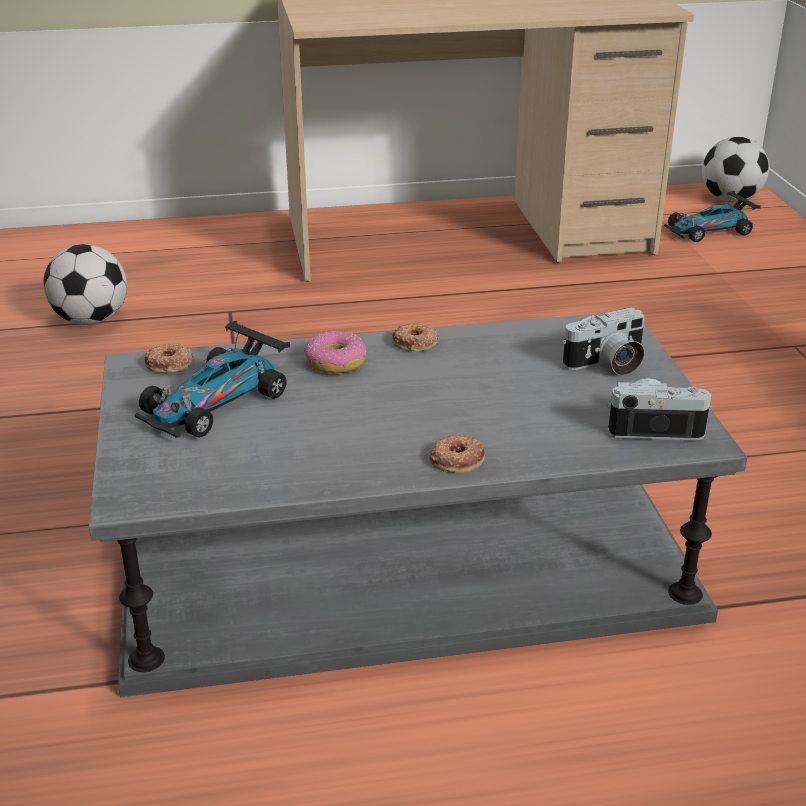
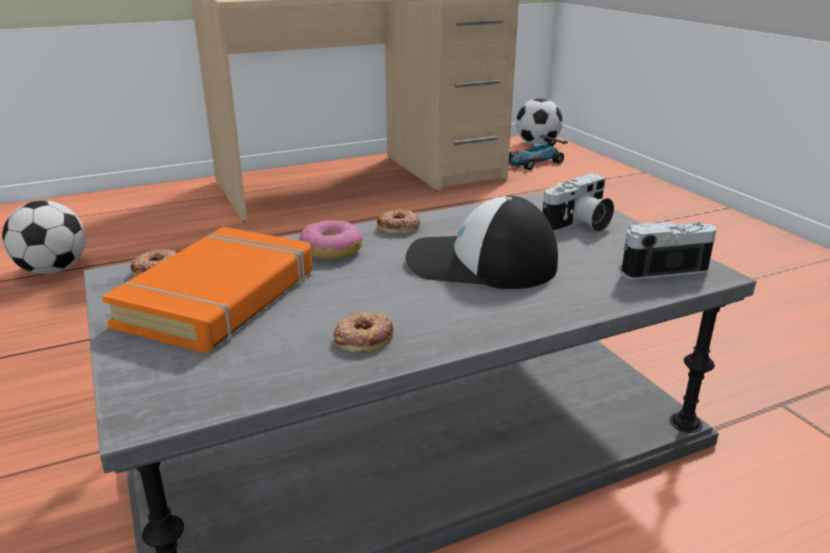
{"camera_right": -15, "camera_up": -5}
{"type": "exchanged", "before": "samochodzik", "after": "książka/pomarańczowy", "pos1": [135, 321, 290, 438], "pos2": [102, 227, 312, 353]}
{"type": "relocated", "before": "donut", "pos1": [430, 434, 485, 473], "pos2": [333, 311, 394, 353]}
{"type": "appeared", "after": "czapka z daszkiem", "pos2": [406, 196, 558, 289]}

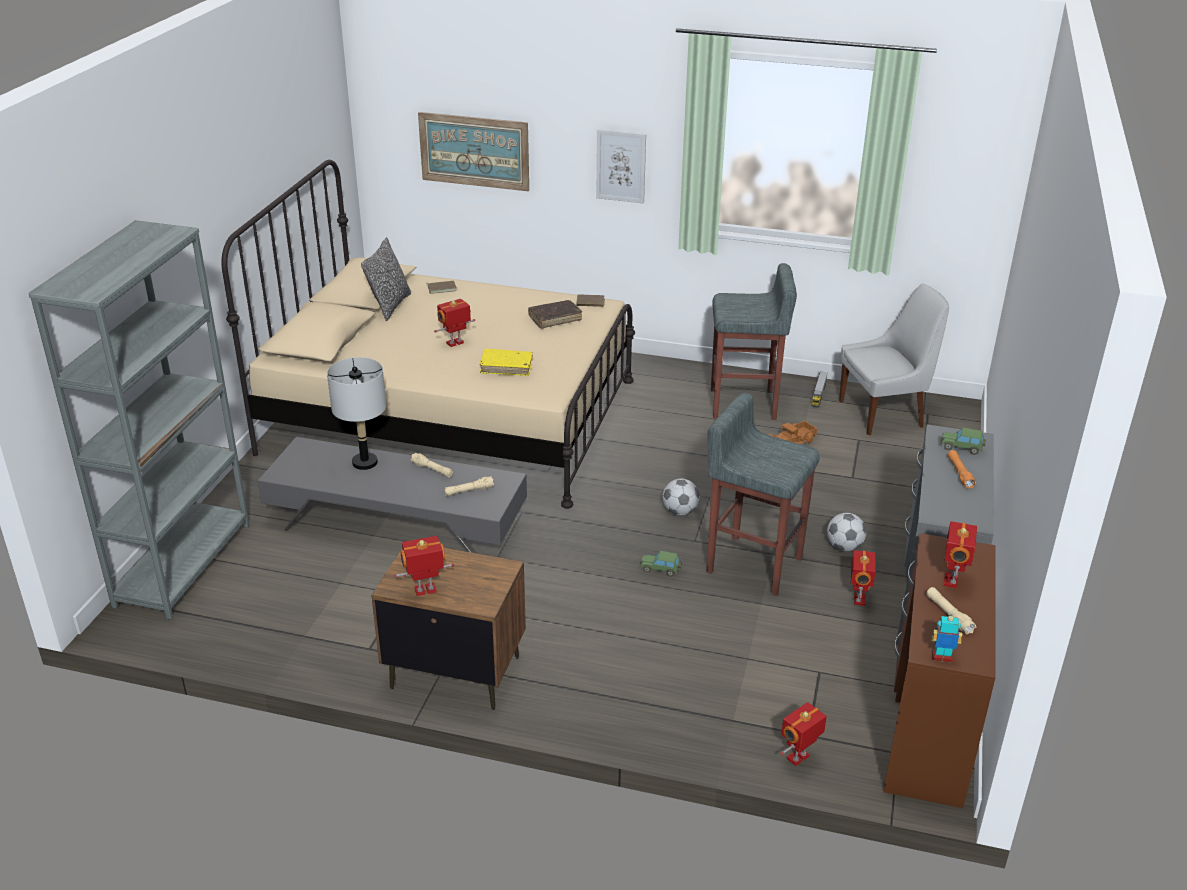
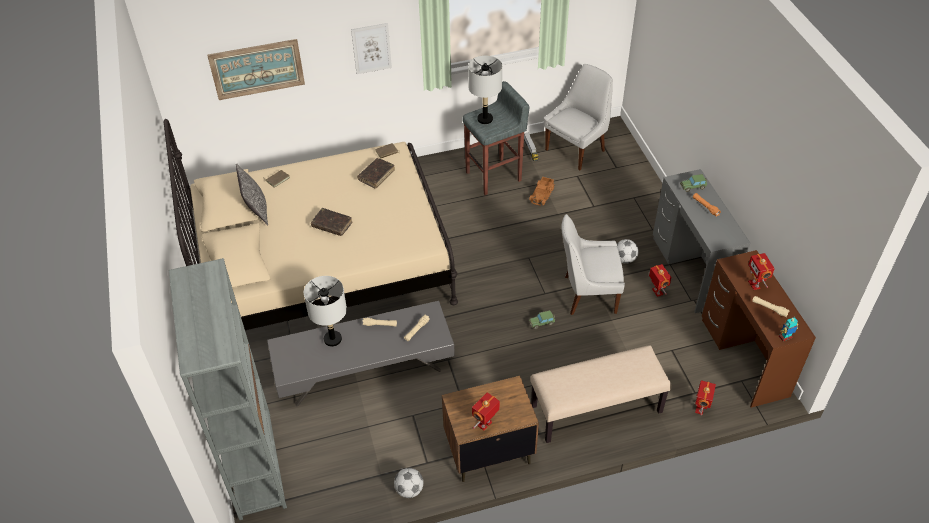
{"camera_right": -30, "camera_up": 15}
{"type": "exchanged", "before": "robot zabawkowy", "after": "książka/brązowy", "pos1": [434, 299, 475, 347], "pos2": [311, 208, 352, 236]}
{"type": "relocated", "before": "piłka futbolowa", "pos1": [662, 479, 700, 516], "pos2": [394, 468, 423, 498]}
{"type": "appeared", "after": "lampa stołowa/szary", "pos2": [468, 56, 502, 124]}
{"type": "appeared", "after": "ławka/beżowy", "pos2": [531, 345, 672, 443]}
{"type": "exchanged", "before": "stołek/szary", "after": "krzesło/biały", "pos1": [706, 393, 820, 596], "pos2": [561, 214, 625, 315]}
{"type": "missing", "before": "książka/żółty", "pos1": [480, 349, 533, 376]}

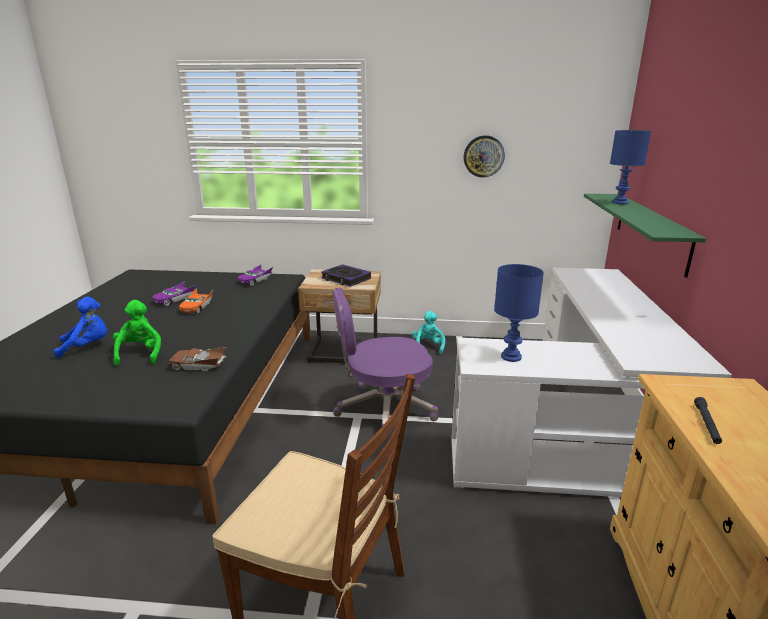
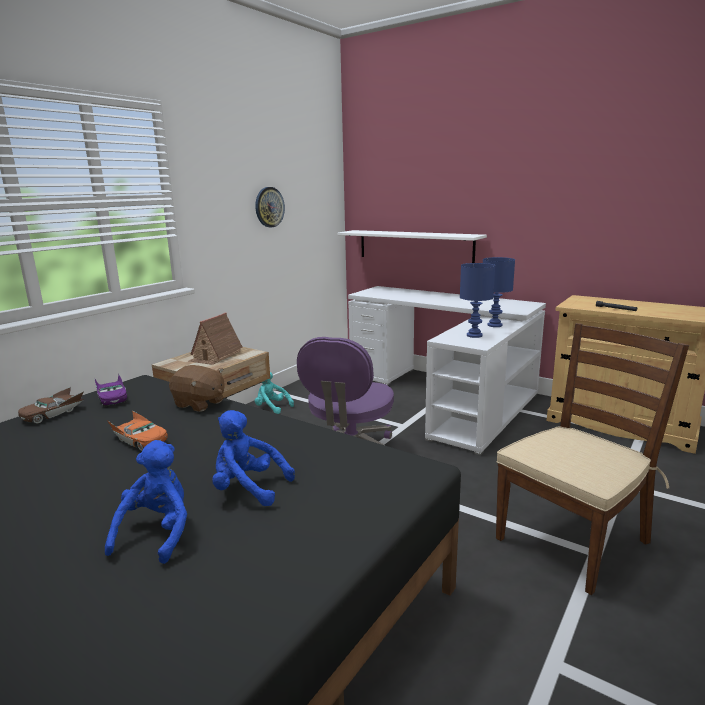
{"camera_right": -60, "camera_up": -5}
{"type": "relocated", "before": "samochodzik/brązowy", "pos1": [169, 347, 227, 372], "pos2": [18, 387, 84, 424]}
{"type": "appeared", "after": "pluszak/brązowy", "pos2": [169, 365, 225, 412]}
{"type": "exchanged", "before": "książka", "after": "domek", "pos1": [321, 264, 371, 287], "pos2": [189, 313, 243, 365]}
{"type": "colour", "before": "pluszak/zielony", "after": "pluszak/niebieski", "pos1": [113, 300, 161, 366], "pos2": [212, 410, 295, 506]}
{"type": "colour", "before": "półka/zielony", "after": "półka/biały", "pos1": [584, 194, 706, 278], "pos2": [337, 230, 487, 263]}
{"type": "relocated", "before": "lampa stołowa/niebieski", "pos1": [610, 130, 651, 204], "pos2": [483, 257, 515, 327]}
{"type": "missing", "before": "samochodzik/fioletowy", "pos1": [152, 281, 196, 306]}

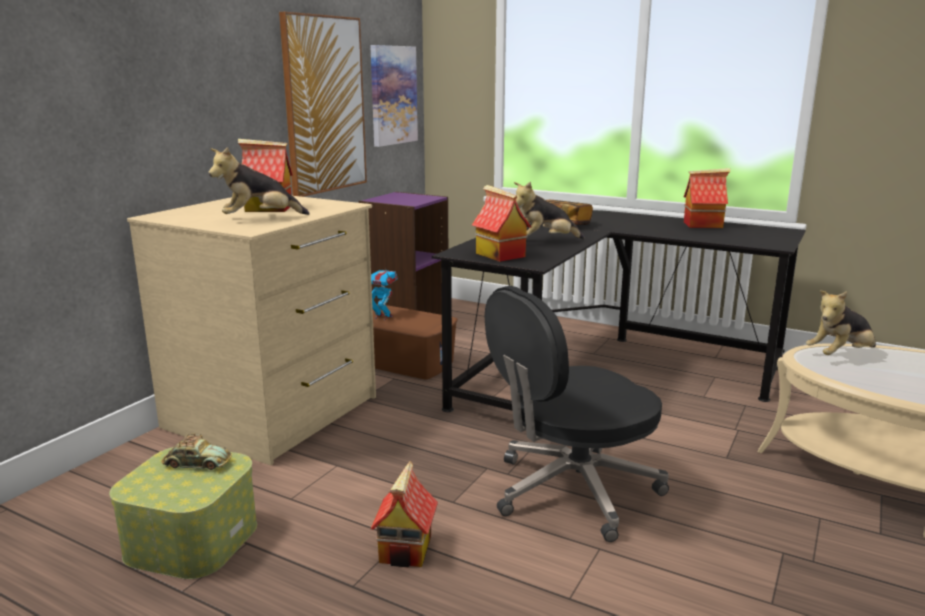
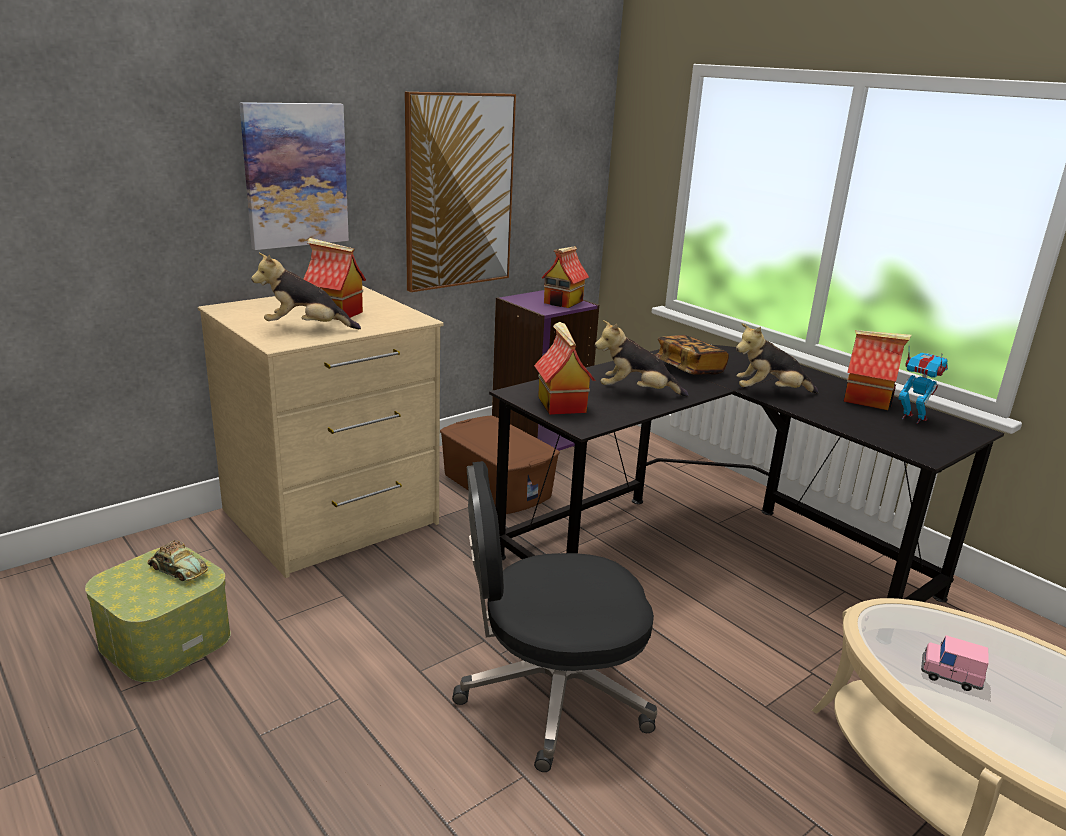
{"camera_right": 20, "camera_up": 5}
{"type": "relocated", "before": "obraz", "pos1": [370, 45, 418, 147], "pos2": [239, 102, 349, 250]}
{"type": "relocated", "before": "domek", "pos1": [371, 461, 438, 568], "pos2": [541, 246, 589, 308]}
{"type": "relocated", "before": "pluszak", "pos1": [806, 290, 876, 355], "pos2": [736, 323, 819, 394]}
{"type": "relocated", "before": "robot zabawkowy", "pos1": [371, 268, 398, 320], "pos2": [898, 345, 948, 424]}
{"type": "appeared", "after": "samochodzik/różowy", "pos2": [921, 635, 989, 691]}

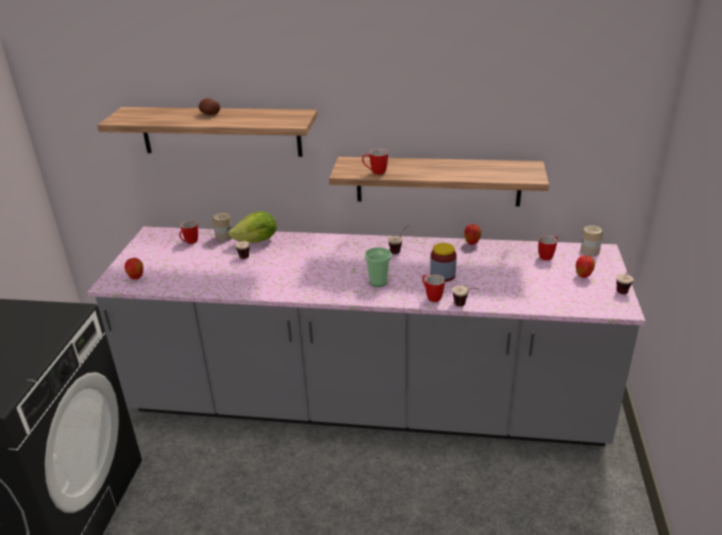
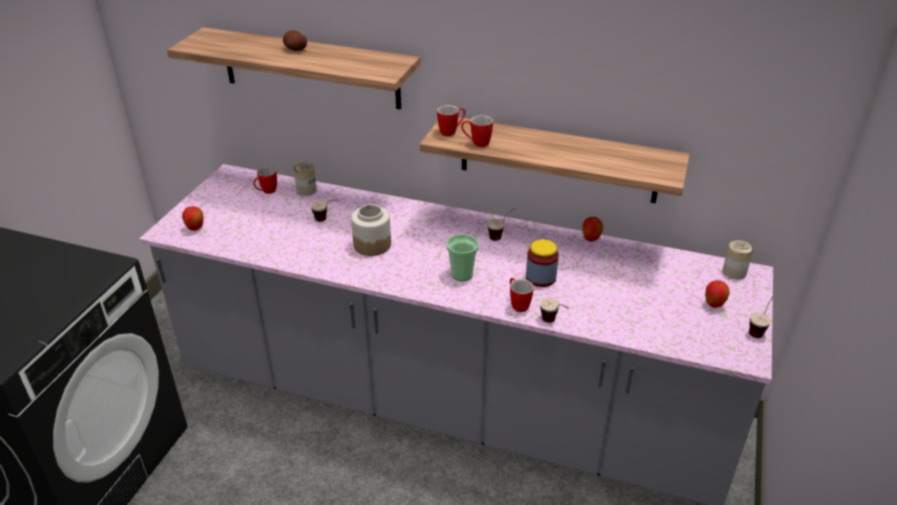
{"camera_right": 10, "camera_up": 5}
{"type": "appeared", "after": "słoik", "pos2": [351, 204, 391, 256]}
{"type": "relocated", "before": "kubek", "pos1": [539, 235, 558, 261], "pos2": [437, 105, 465, 136]}
{"type": "missing", "before": "sałata", "pos1": [228, 211, 277, 243]}

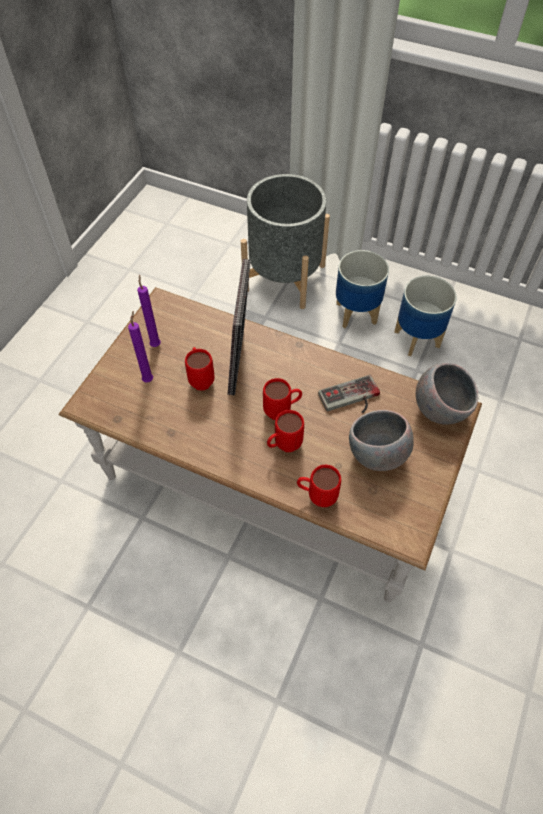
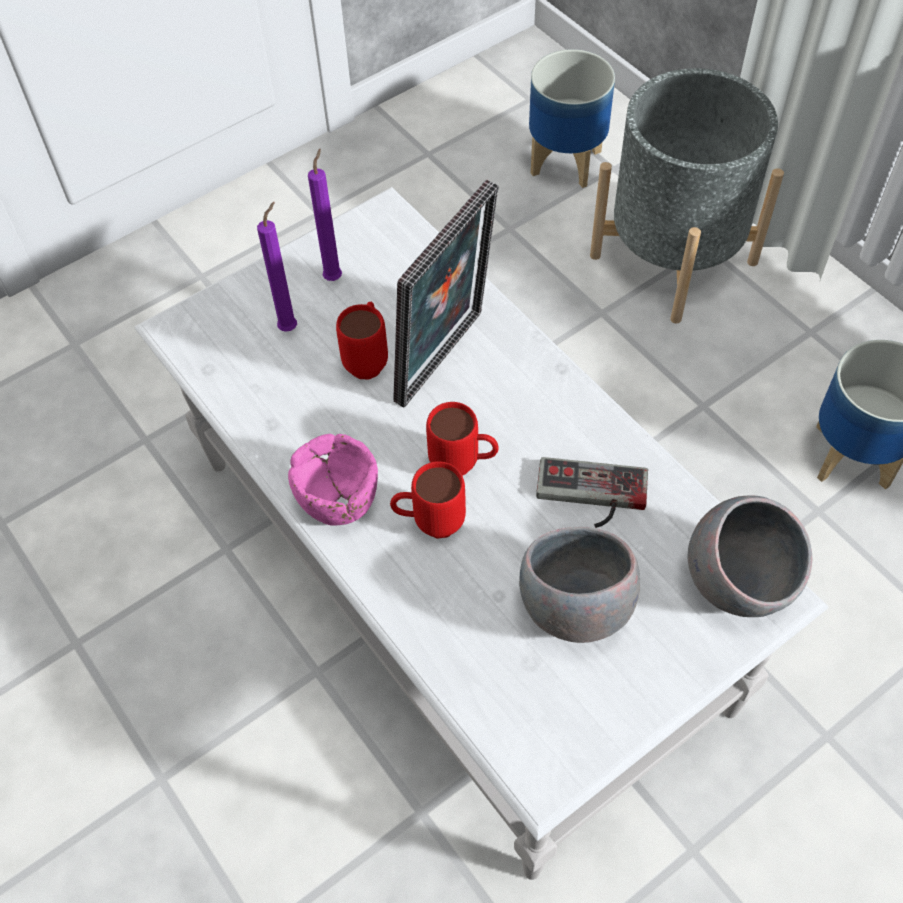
{"camera_right": 30, "camera_up": 0}
{"type": "colour", "before": "ława/brązowy", "after": "ława/biały", "pos1": [59, 287, 482, 603], "pos2": [134, 187, 829, 880]}
{"type": "appeared", "after": "miska/różowy", "pos2": [288, 434, 378, 526]}
{"type": "relocated", "before": "donica", "pos1": [336, 250, 389, 328], "pos2": [529, 49, 615, 188]}
{"type": "missing", "before": "kubek/czerwony", "pos1": [297, 465, 341, 507]}

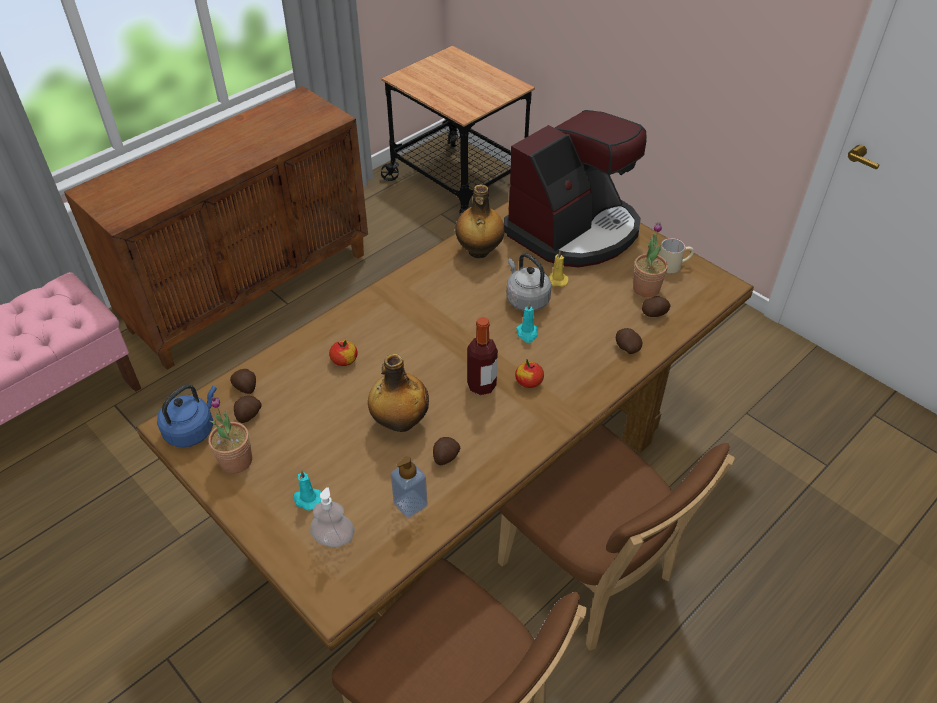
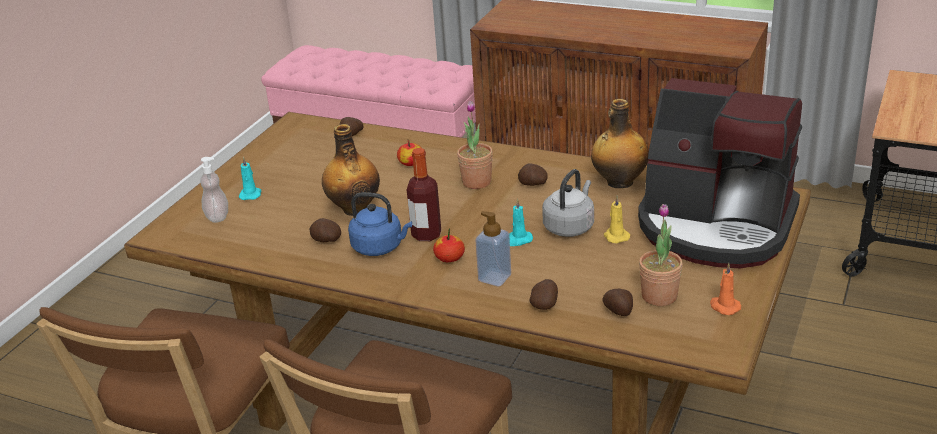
{"camera_right": 70, "camera_up": -15}
{"type": "relocated", "before": "czajnik/niebieski", "pos1": [157, 384, 217, 447], "pos2": [348, 192, 412, 256]}
{"type": "relocated", "before": "roślina doniczkowa", "pos1": [208, 397, 252, 474], "pos2": [457, 101, 493, 189]}
{"type": "relocated", "before": "dozownik mydła", "pos1": [391, 456, 428, 518], "pos2": [475, 211, 511, 286]}
{"type": "relocated", "before": "ziemniak", "pos1": [234, 396, 262, 423], "pos2": [518, 163, 548, 186]}
{"type": "exchanged", "before": "kubek/beżowy", "after": "świeca/pomarańczowy", "pos1": [659, 238, 694, 273], "pos2": [710, 263, 741, 315]}

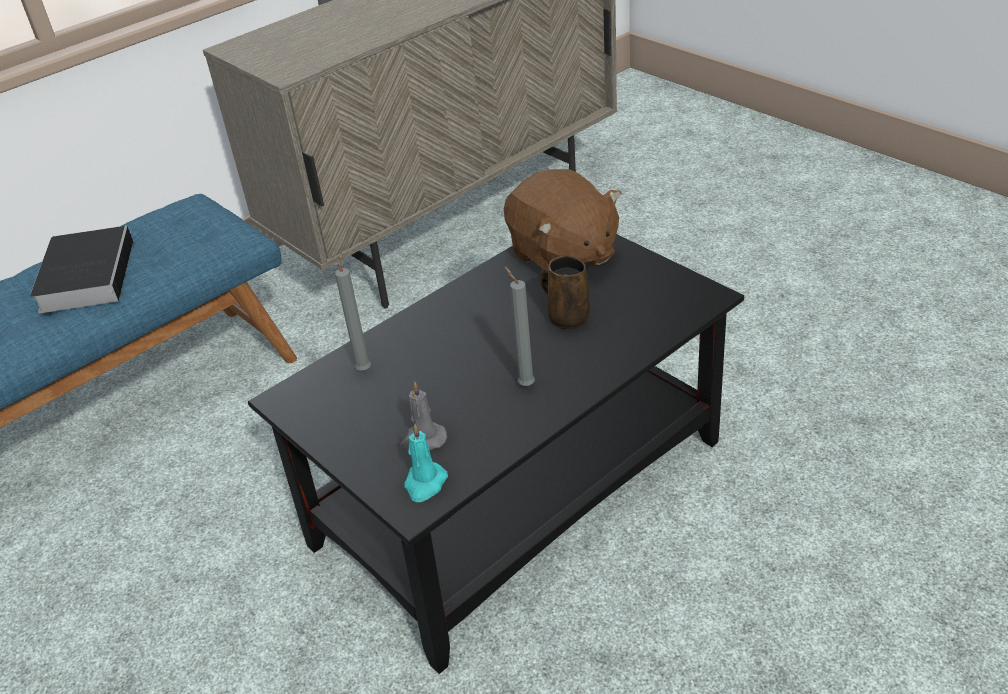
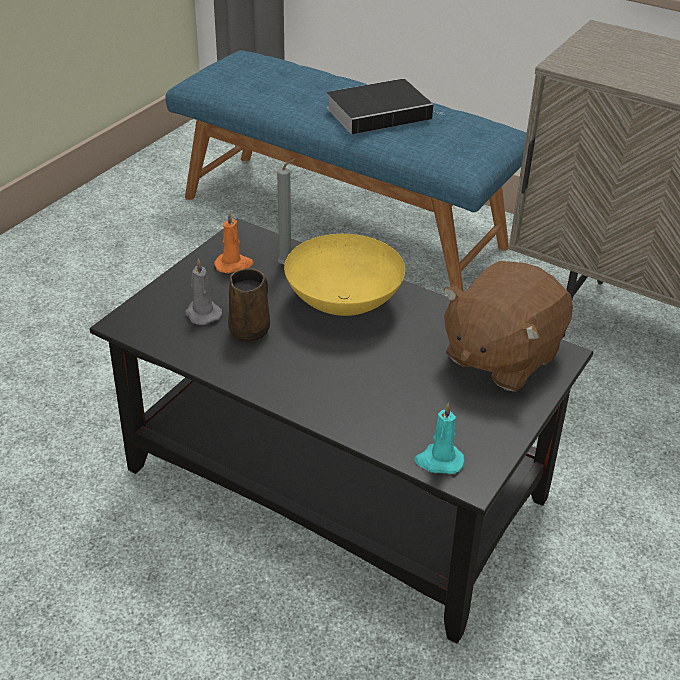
{"camera_right": 70, "camera_up": 0}
{"type": "appeared", "after": "świeca/pomarańczowy", "pos2": [214, 211, 253, 273]}
{"type": "relocated", "before": "kubek/brązowy", "pos1": [540, 256, 590, 329], "pos2": [228, 268, 270, 343]}
{"type": "appeared", "after": "miska/żółty", "pos2": [284, 234, 405, 316]}
{"type": "relocated", "before": "świeca/turkusowy", "pos1": [404, 424, 448, 502], "pos2": [414, 402, 464, 474]}
{"type": "missing", "before": "świeca/szary", "pos1": [505, 267, 535, 386]}

